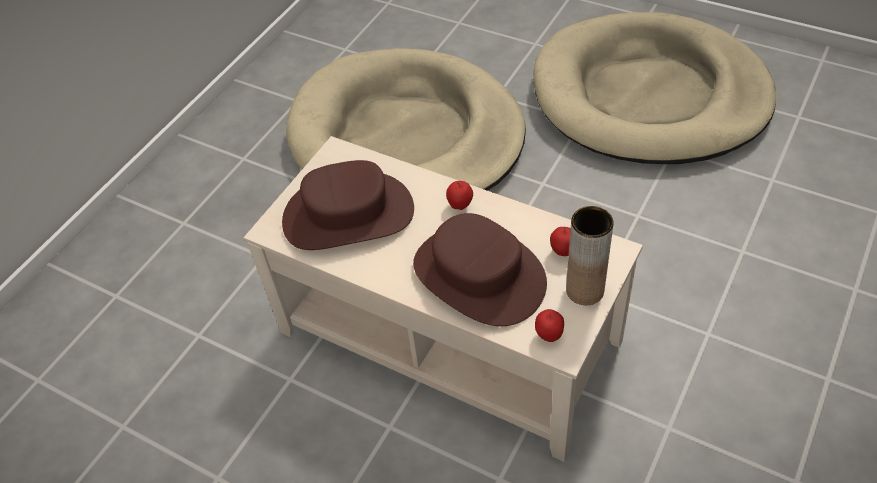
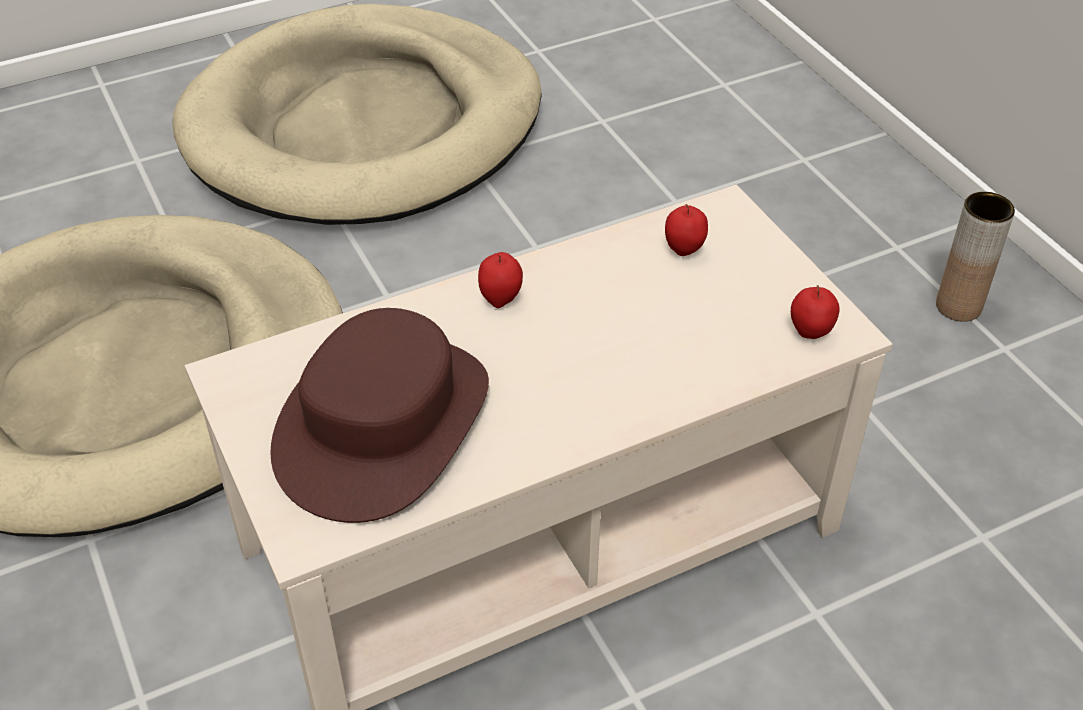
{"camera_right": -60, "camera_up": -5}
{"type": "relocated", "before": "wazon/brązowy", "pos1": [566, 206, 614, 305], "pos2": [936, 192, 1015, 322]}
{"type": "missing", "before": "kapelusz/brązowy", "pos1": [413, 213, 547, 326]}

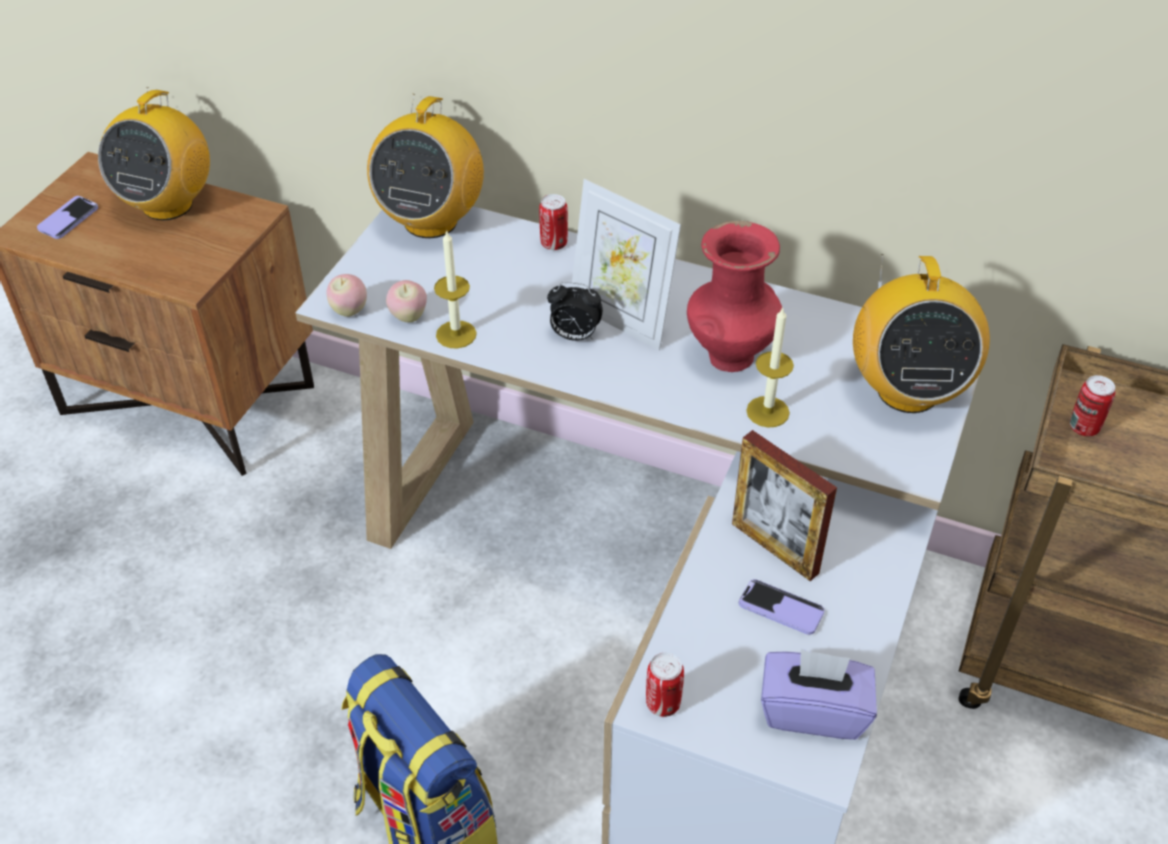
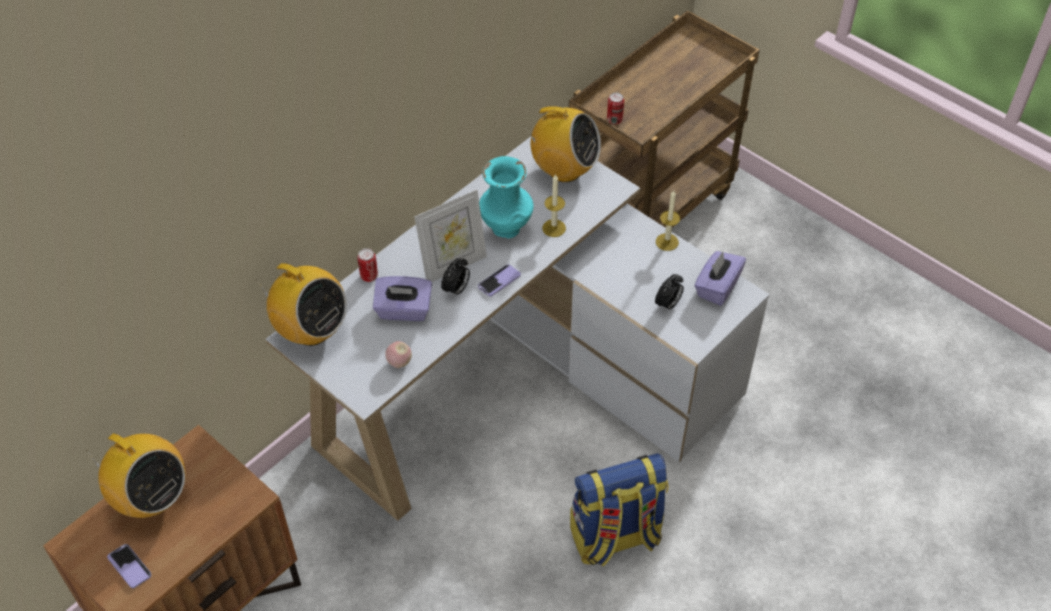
{"camera_right": -70, "camera_up": 5}
{"type": "appeared", "after": "pudełko chusteczek/fioletowy", "pos2": [373, 276, 432, 321]}
{"type": "relocated", "before": "telefon", "pos1": [739, 579, 825, 635], "pos2": [478, 264, 521, 297]}
{"type": "colour", "before": "wazon/czerwony", "after": "wazon/turkusowy", "pos1": [687, 221, 782, 372], "pos2": [479, 156, 533, 239]}
{"type": "appeared", "after": "budzik", "pos2": [655, 274, 684, 312]}
{"type": "relocated", "before": "świeca", "pos1": [434, 230, 477, 349], "pos2": [656, 190, 680, 251]}
{"type": "missing", "before": "jabłko", "pos1": [326, 274, 367, 317]}
{"type": "missing", "before": "puszka", "pos1": [646, 653, 684, 717]}
{"type": "missing", "before": "ramka na zdjęcie", "pos1": [732, 430, 837, 581]}

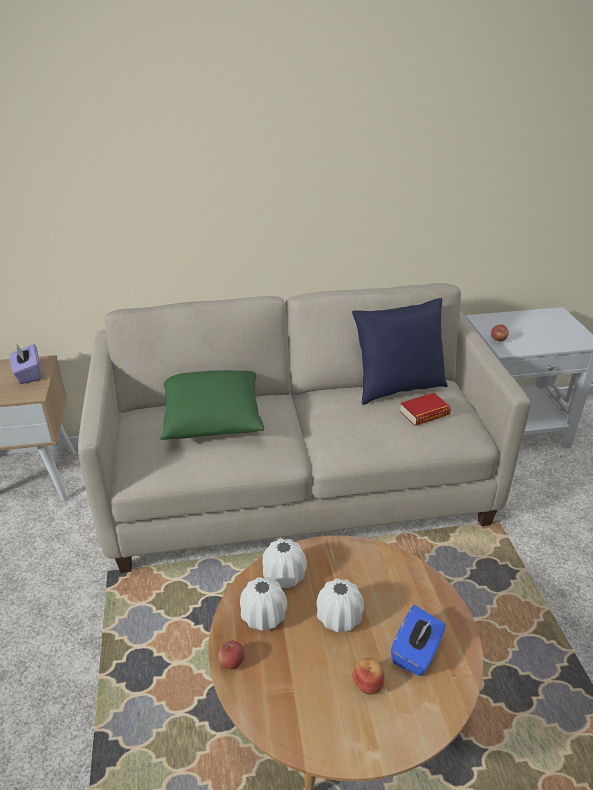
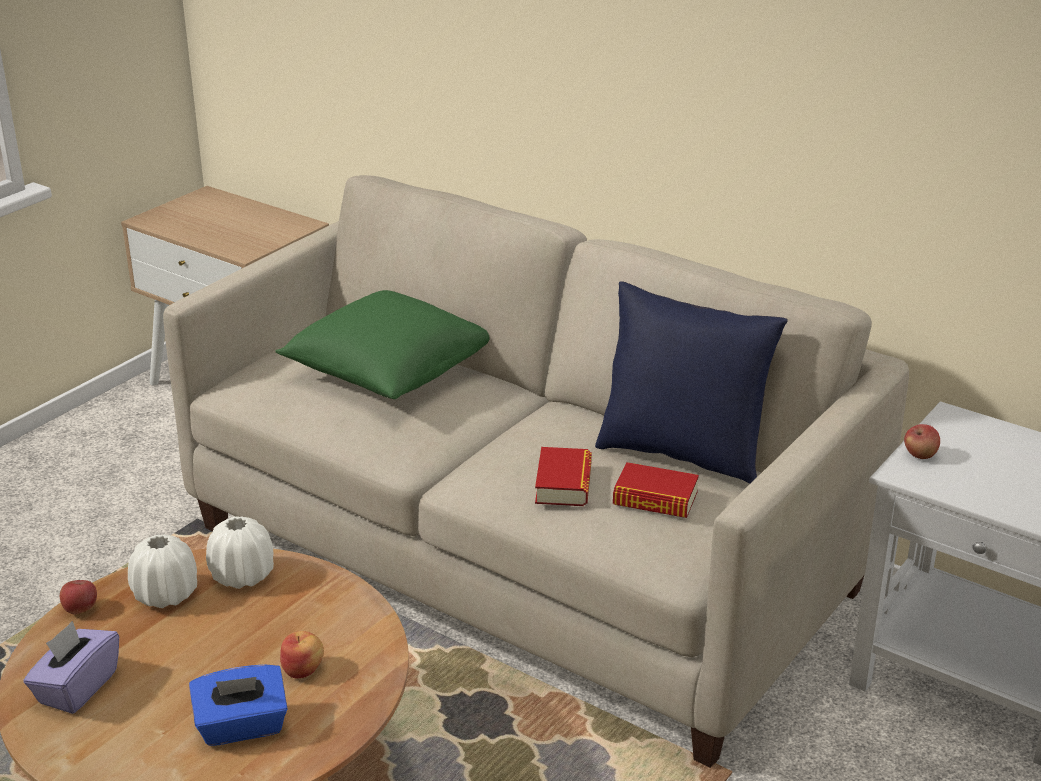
{"camera_right": 45, "camera_up": -5}
{"type": "relocated", "before": "pudełko chusteczek/fioletowy", "pos1": [10, 344, 41, 384], "pos2": [23, 621, 119, 714]}
{"type": "relocated", "before": "jabłko", "pos1": [352, 658, 385, 695], "pos2": [280, 631, 324, 678]}
{"type": "appeared", "after": "książka", "pos2": [535, 447, 592, 506]}
{"type": "missing", "before": "wazon/biały", "pos1": [317, 578, 364, 632]}

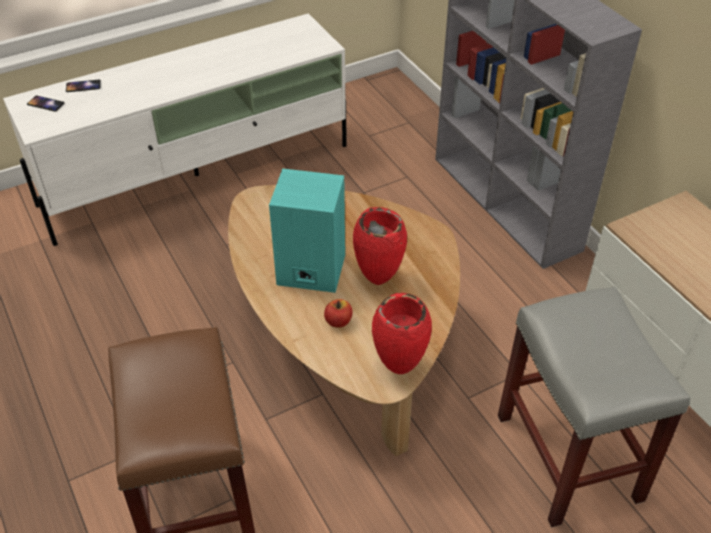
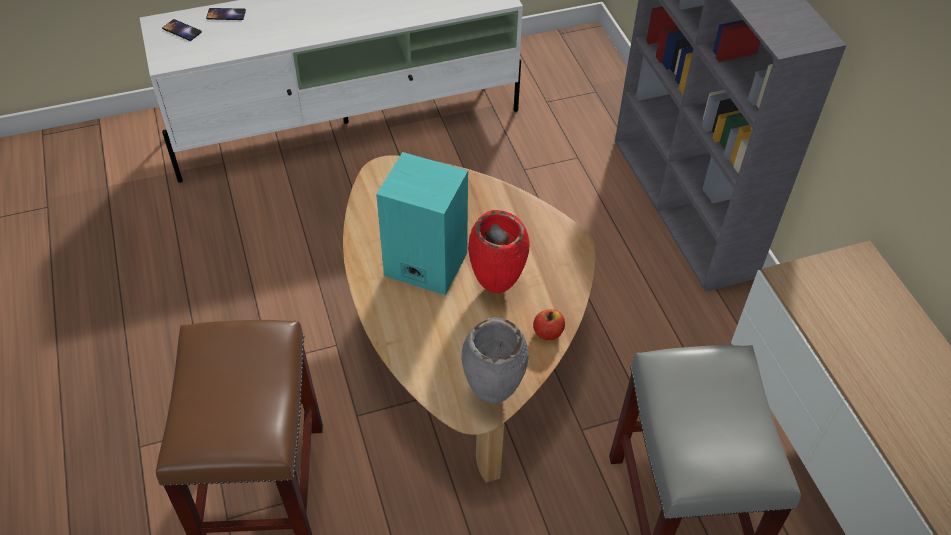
{"camera_right": 10, "camera_up": 5}
{"type": "colour", "before": "wazon/czerwony", "after": "wazon/szary", "pos1": [372, 293, 432, 374], "pos2": [462, 317, 529, 404]}
{"type": "relocated", "before": "jabłko", "pos1": [324, 299, 353, 328], "pos2": [533, 309, 565, 340]}

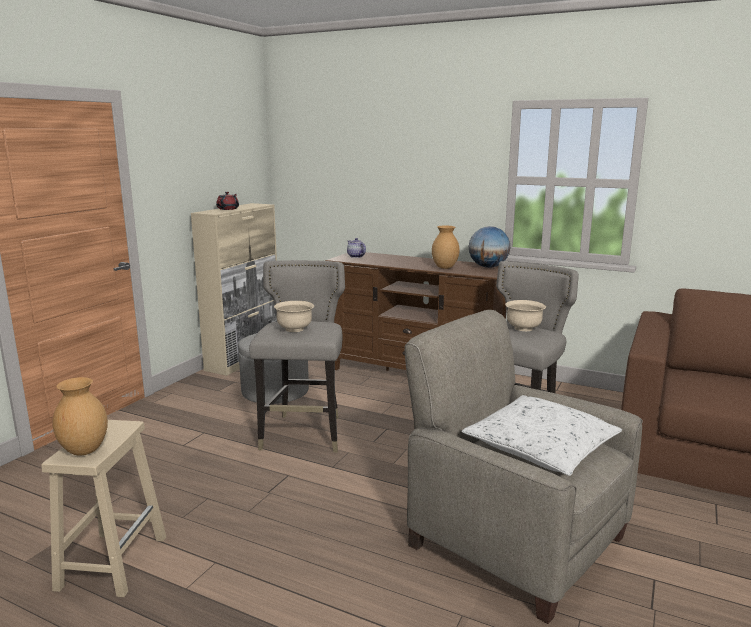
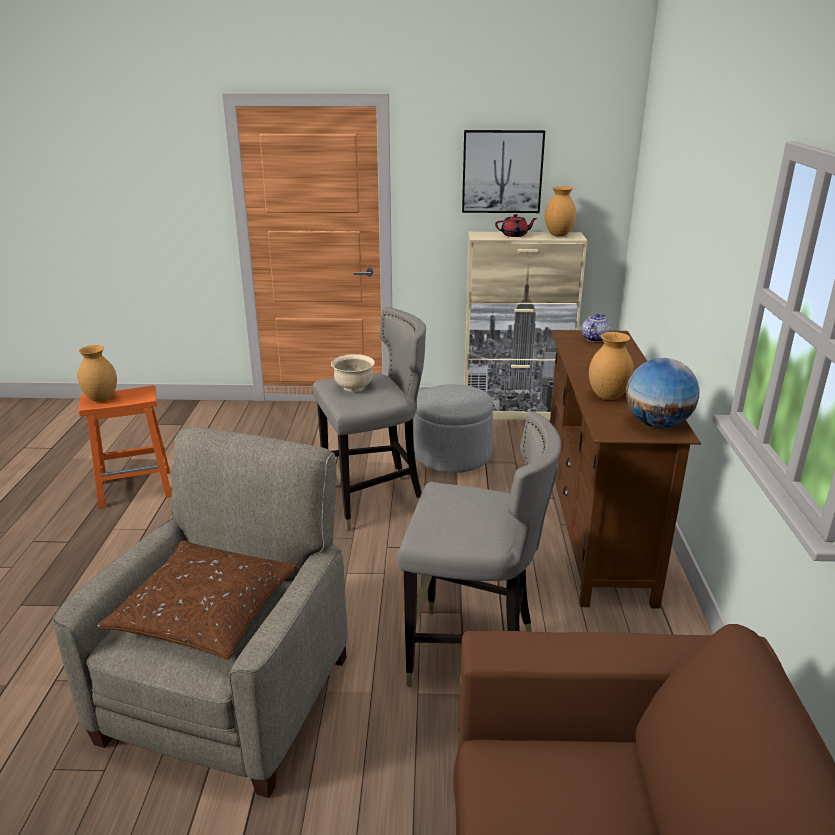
{"camera_right": 65, "camera_up": 10}
{"type": "colour", "before": "stołek/beżowy", "after": "stołek/pomarańczowy", "pos1": [41, 420, 166, 597], "pos2": [79, 385, 172, 509]}
{"type": "colour", "before": "poduszka/biały", "after": "poduszka/brązowy", "pos1": [462, 395, 622, 476], "pos2": [97, 540, 298, 659]}
{"type": "appeared", "after": "obraz", "pos2": [462, 130, 545, 213]}
{"type": "appeared", "after": "wazon/brązowy", "pos2": [545, 186, 576, 236]}
{"type": "missing", "before": "miska/beżowy", "pos1": [505, 300, 546, 331]}

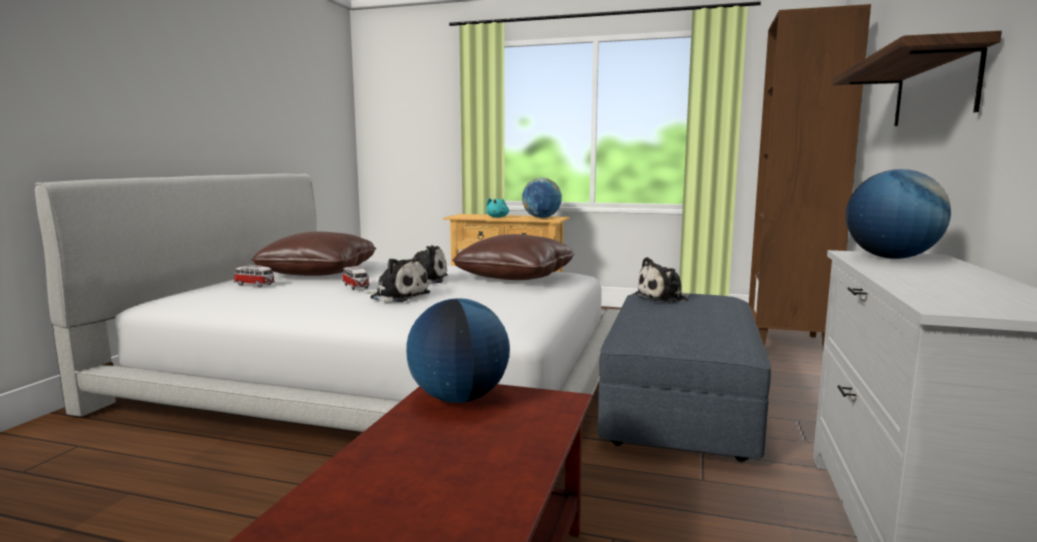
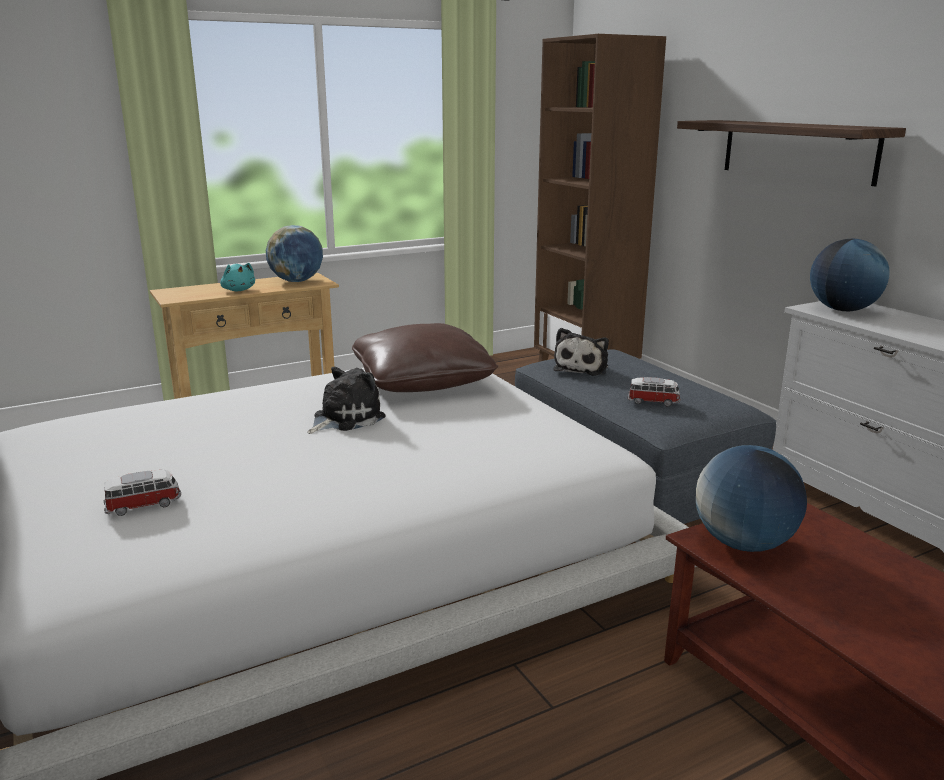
{"camera_right": -45, "camera_up": 10}
{"type": "relocated", "before": "samochodzik", "pos1": [342, 266, 370, 290], "pos2": [628, 377, 681, 407]}
{"type": "missing", "before": "poduszka/brązowy", "pos1": [251, 232, 376, 276]}
{"type": "missing", "before": "pluszak", "pos1": [365, 258, 430, 303]}

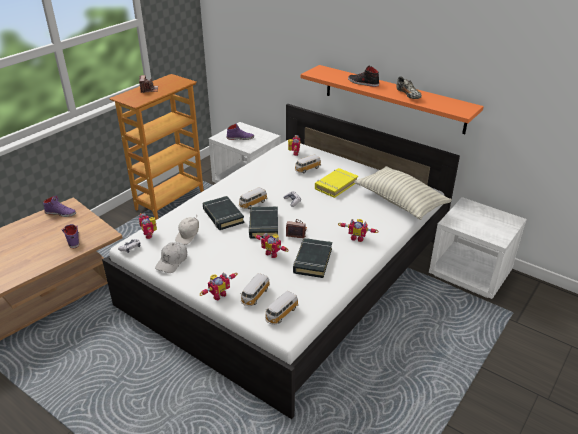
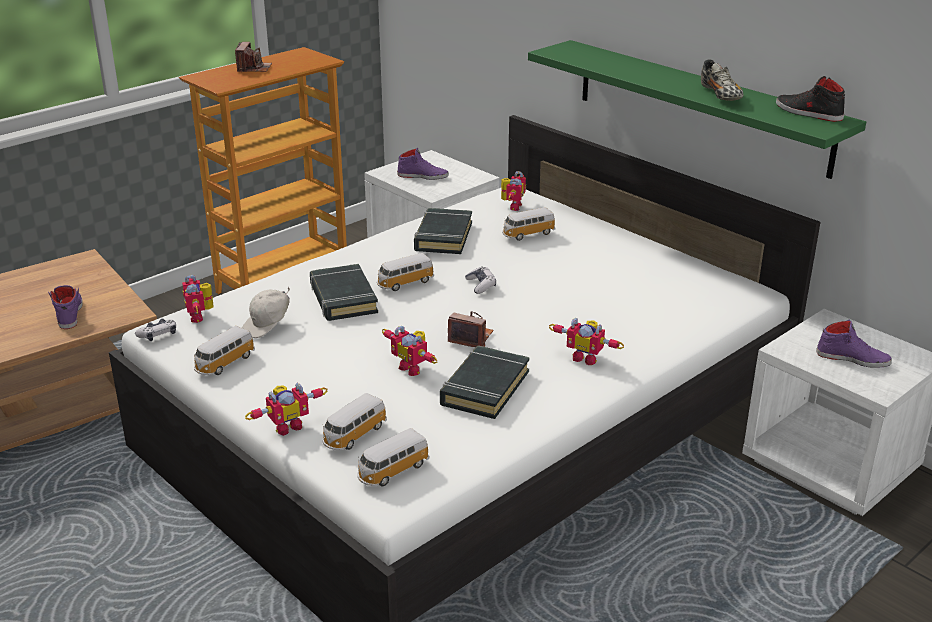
{"camera_right": 10, "camera_up": -5}
{"type": "exchanged", "before": "czapka z daszkiem/biały", "after": "samochodzik", "pos1": [155, 242, 187, 273], "pos2": [193, 326, 255, 375]}
{"type": "relocated", "before": "książka/czarny", "pos1": [249, 206, 278, 238], "pos2": [414, 208, 472, 254]}
{"type": "colour", "before": "półka/pomarańczowy", "after": "półka/zielony", "pos1": [301, 65, 484, 134], "pos2": [528, 40, 866, 179]}
{"type": "relocated", "before": "but/czarny", "pos1": [348, 66, 379, 87], "pos2": [776, 76, 845, 122]}
{"type": "relocated", "before": "but/fioletowy", "pos1": [43, 195, 76, 217], "pos2": [816, 319, 892, 368]}
{"type": "missing", "before": "książka/żółty", "pos1": [315, 168, 358, 198]}
{"type": "missing", "before": "poduszka", "pos1": [354, 166, 452, 220]}

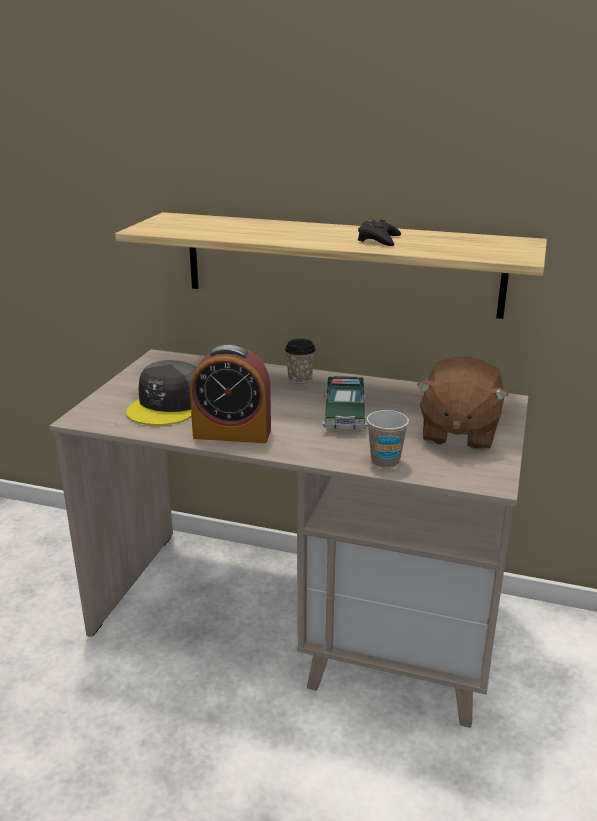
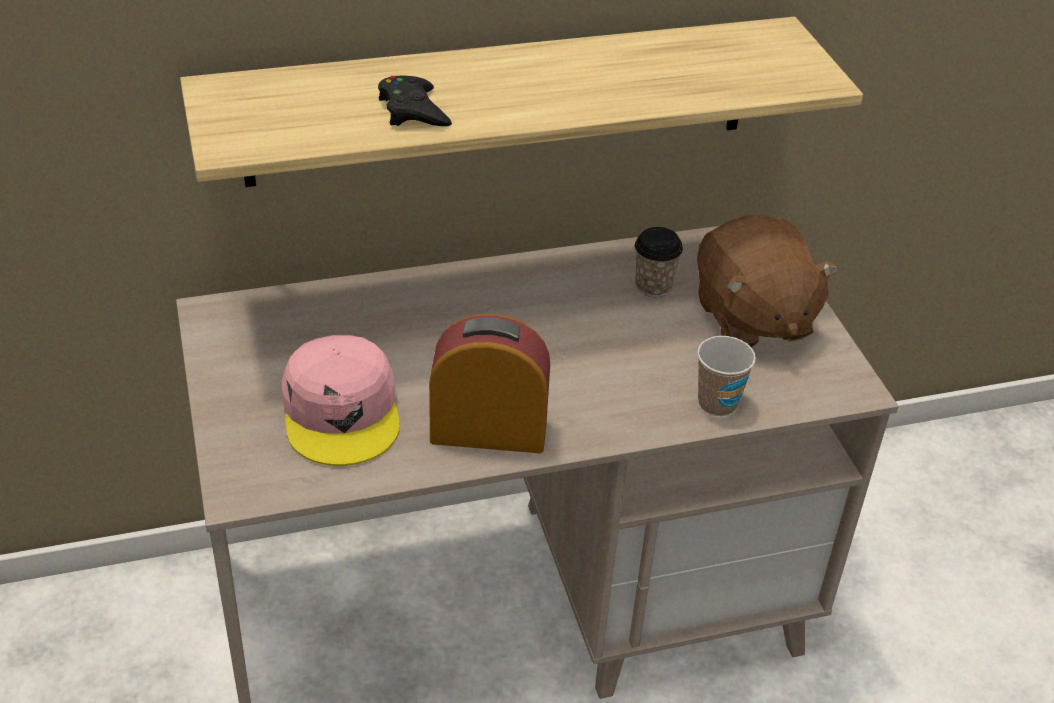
{"camera_right": -35, "camera_up": 15}
{"type": "colour", "before": "czapka z daszkiem/szary", "after": "czapka z daszkiem/różowy", "pos1": [126, 360, 197, 425], "pos2": [282, 335, 400, 466]}
{"type": "relocated", "before": "pad do gier/czarny", "pos1": [358, 220, 401, 246], "pos2": [378, 75, 452, 126]}
{"type": "spun", "before": "budzik", "pos1": [190, 345, 271, 443], "pos2": [429, 314, 550, 453], "turn": -150}
{"type": "relocated", "before": "filiżanka", "pos1": [285, 339, 316, 384], "pos2": [635, 227, 683, 297]}
{"type": "missing", "before": "samochodzik", "pos1": [322, 376, 368, 429]}

